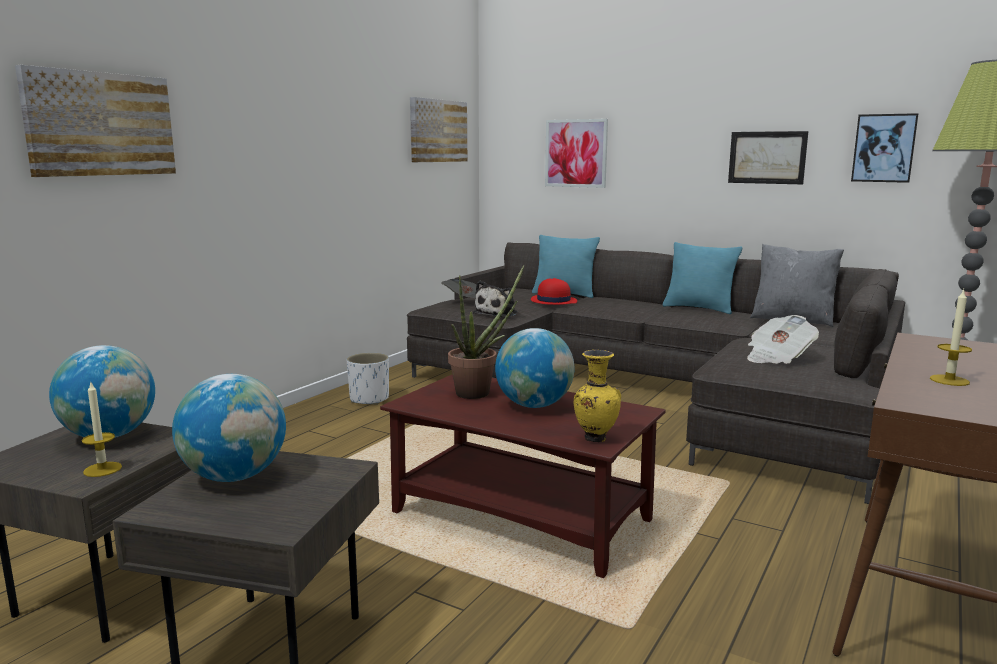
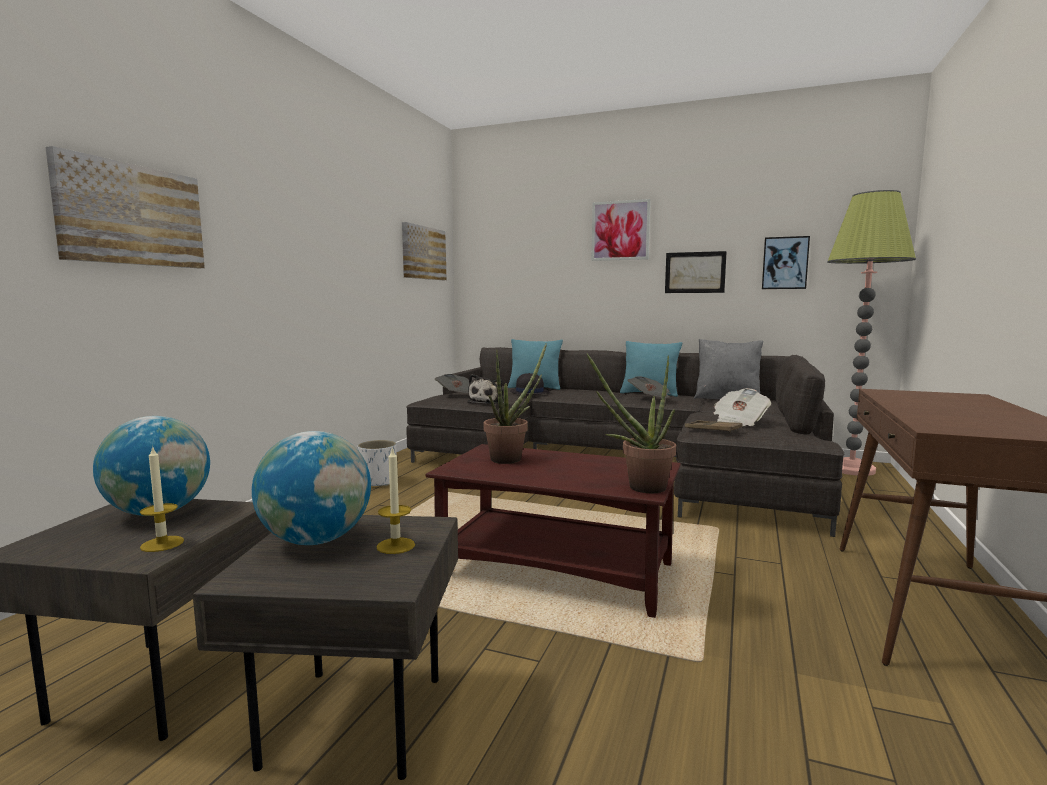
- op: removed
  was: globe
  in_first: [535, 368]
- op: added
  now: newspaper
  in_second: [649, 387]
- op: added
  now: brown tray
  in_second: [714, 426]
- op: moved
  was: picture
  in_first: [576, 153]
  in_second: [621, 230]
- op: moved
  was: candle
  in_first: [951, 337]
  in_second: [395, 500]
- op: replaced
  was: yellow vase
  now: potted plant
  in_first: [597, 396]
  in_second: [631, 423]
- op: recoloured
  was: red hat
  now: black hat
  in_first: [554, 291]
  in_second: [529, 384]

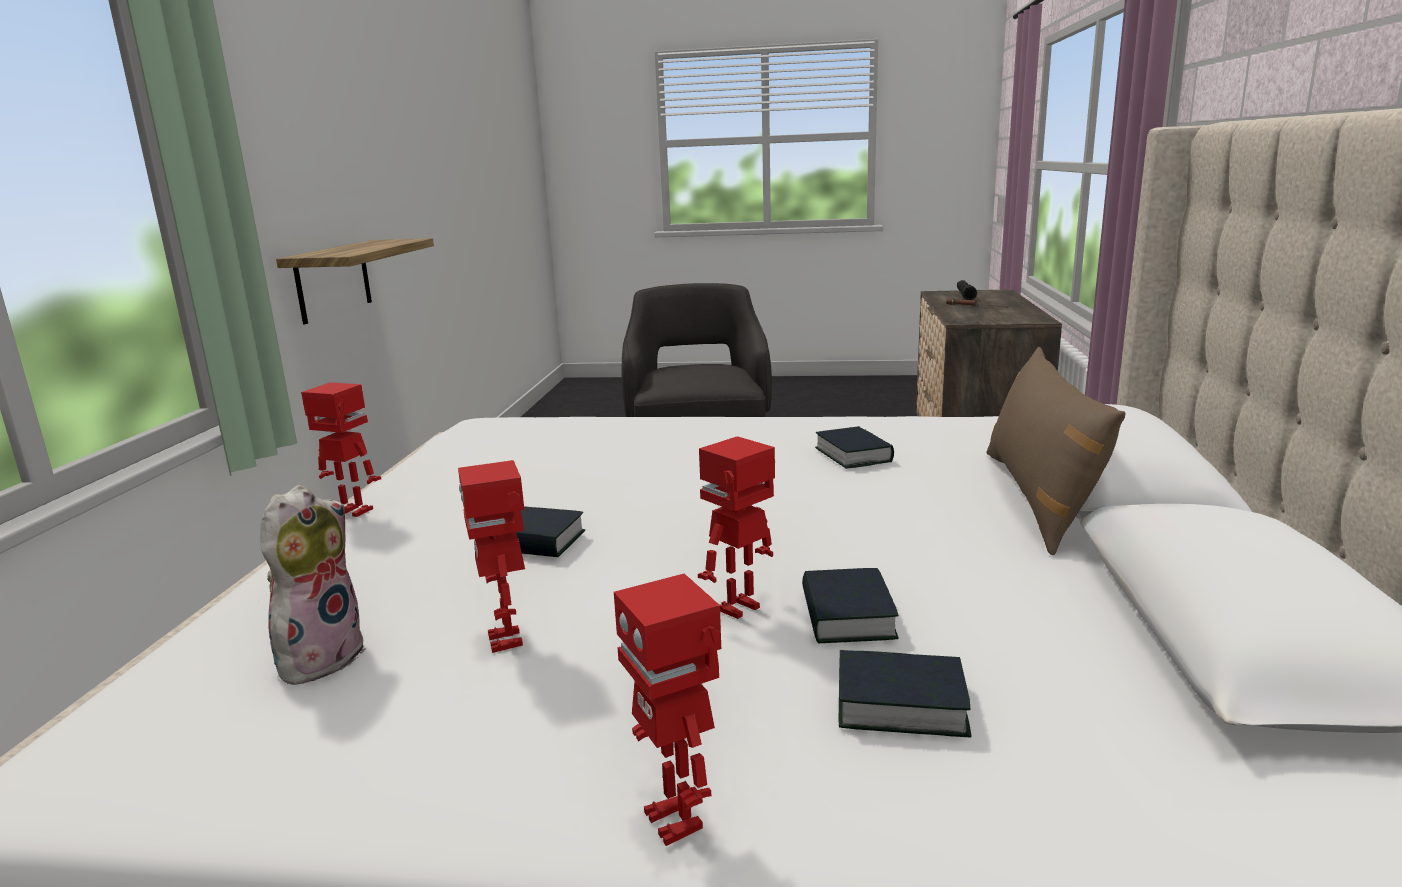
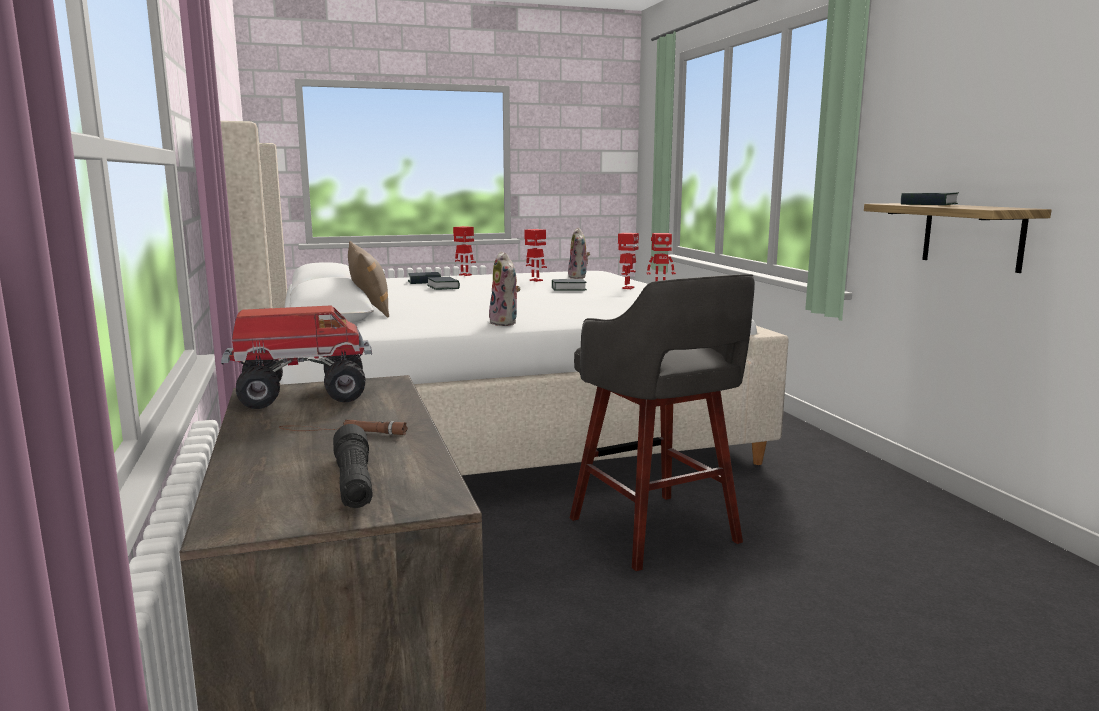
- op: added
  now: toy truck
  in_second: [297, 357]
- op: added
  now: plush toy
  in_second: [504, 288]
- op: moved
  was: toy robot
  in_first: [736, 527]
  in_second: [628, 261]
- op: moved
  was: book
  in_first: [854, 447]
  in_second: [930, 198]

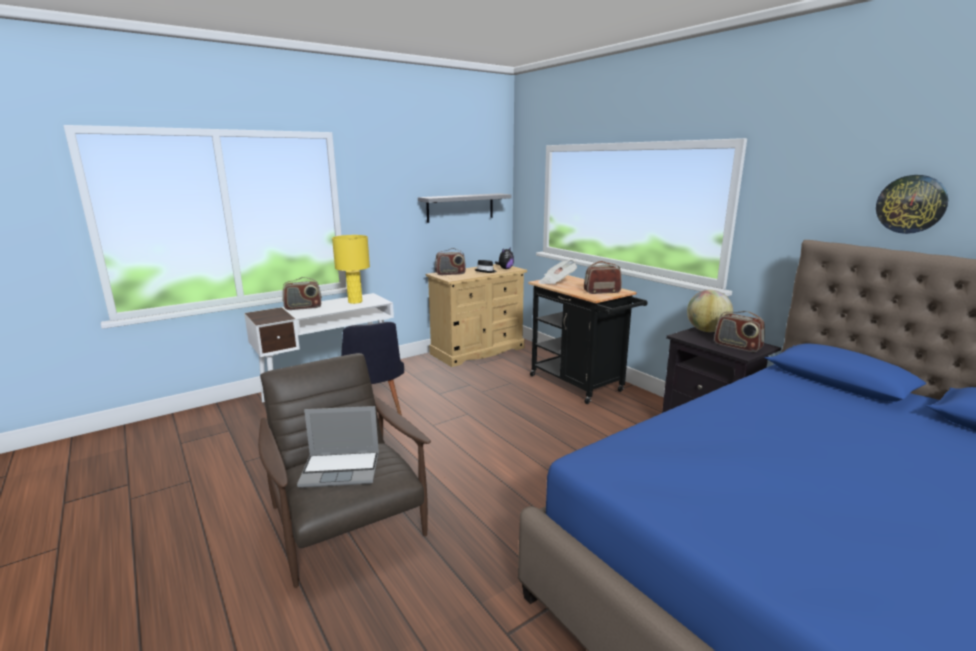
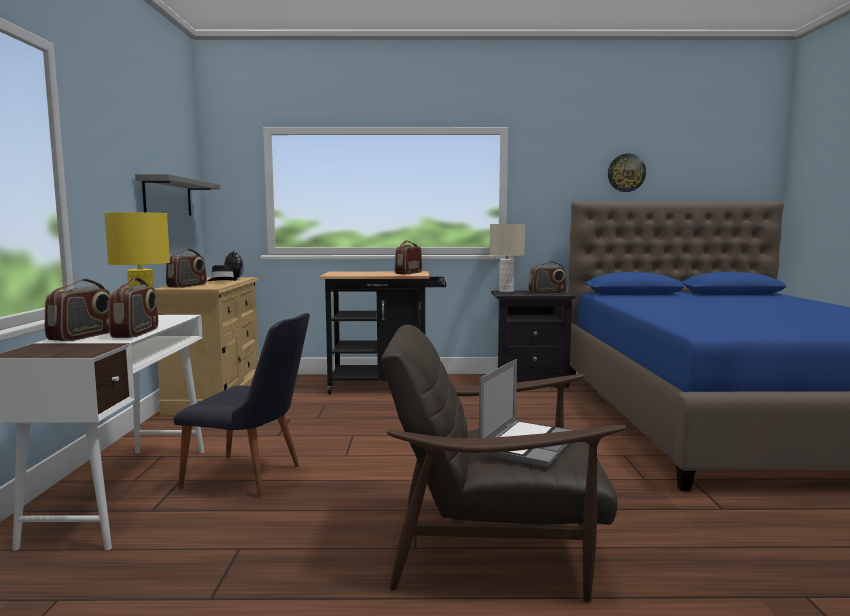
- op: removed
  was: newspaper
  in_first: [557, 272]
- op: added
  now: radio
  in_second: [133, 307]
- op: replaced
  was: globe
  now: beige table lamp
  in_first: [710, 311]
  in_second: [507, 258]

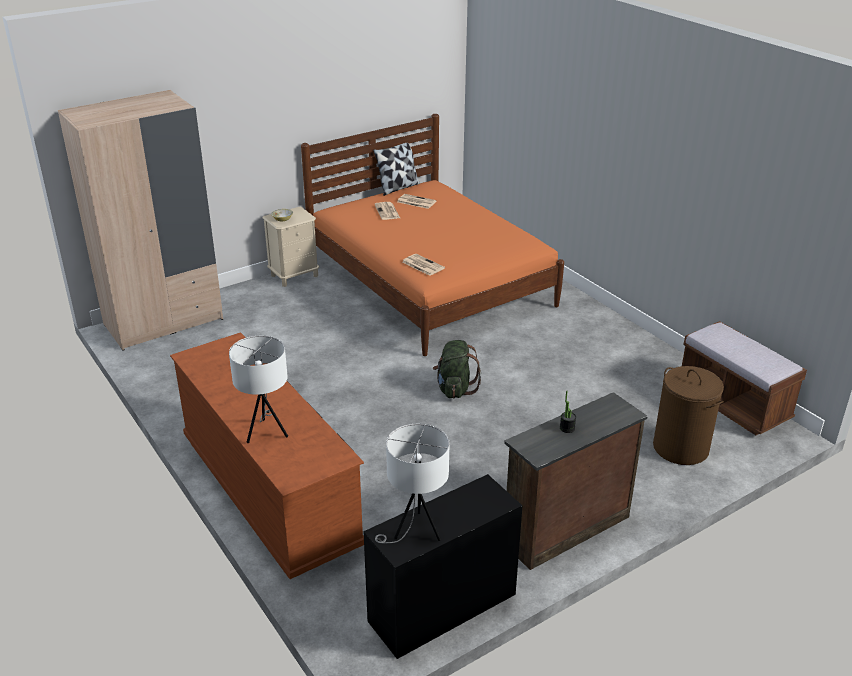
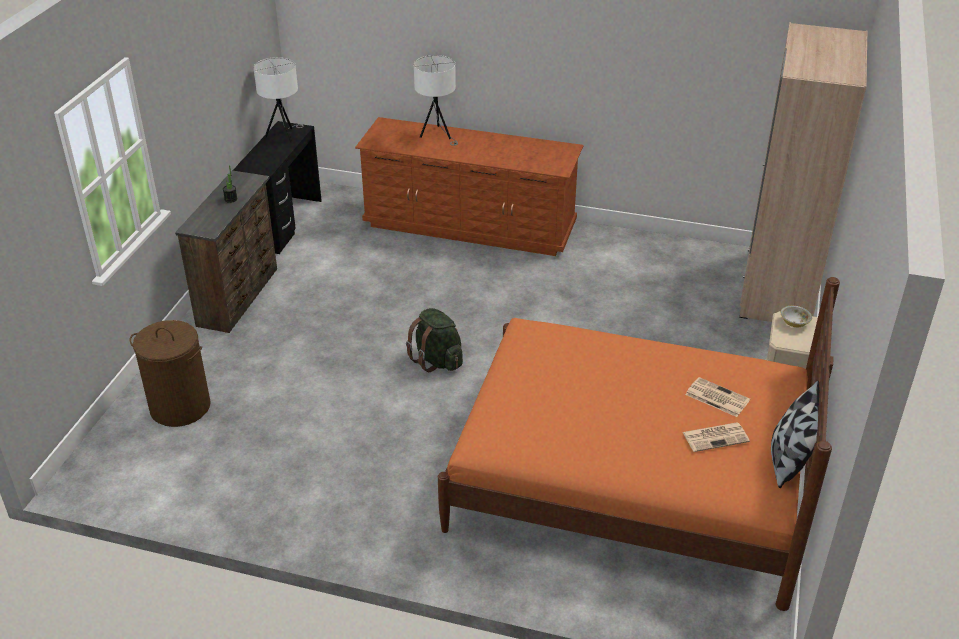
- op: removed
  was: newspaper
  in_first: [423, 265]
- op: removed
  was: brown bench
  in_first: [744, 378]

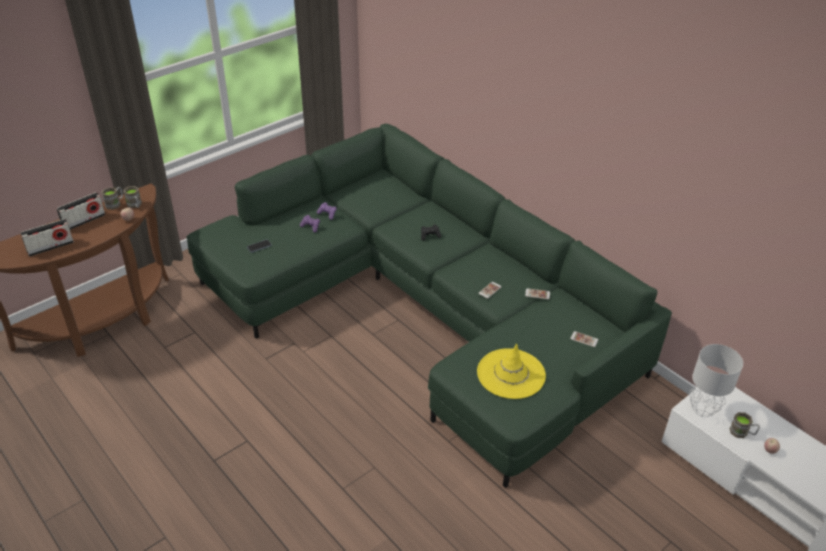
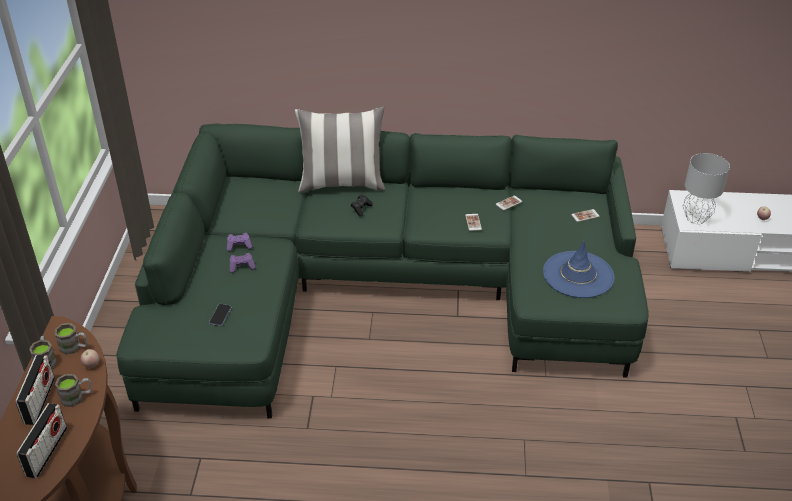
- op: added
  now: pillow
  in_second: [340, 149]
- op: moved
  was: brown mug
  in_first: [744, 425]
  in_second: [73, 390]
- op: recoloured
  was: yellow hat
  now: blue hat
  in_first: [511, 371]
  in_second: [578, 269]

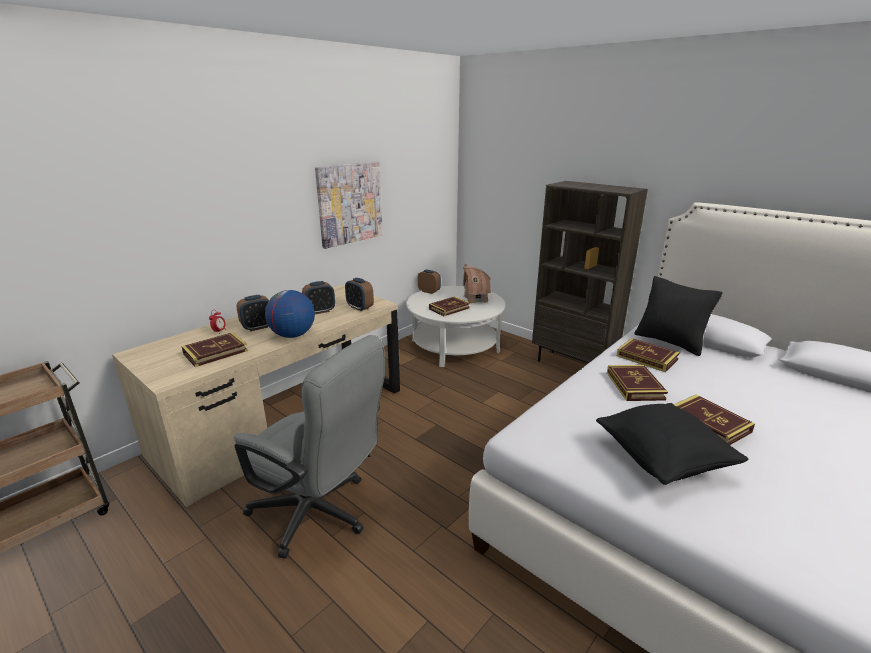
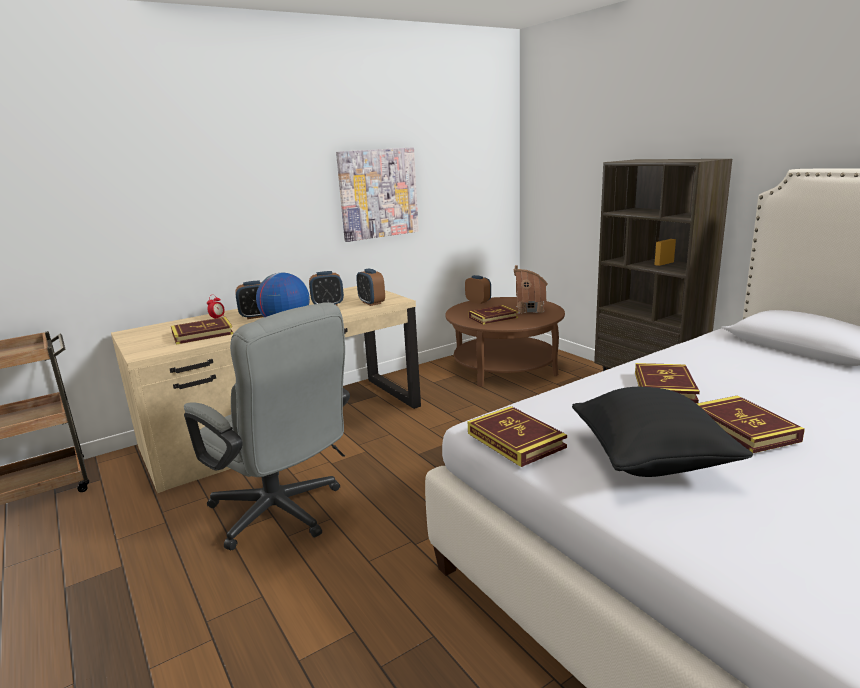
- op: removed
  was: black pillow
  in_first: [679, 316]
- op: moved
  was: book
  in_first: [648, 355]
  in_second: [517, 436]
- op: recoloured
  was: white coffee table
  now: brown coffee table
  in_first: [455, 326]
  in_second: [505, 342]

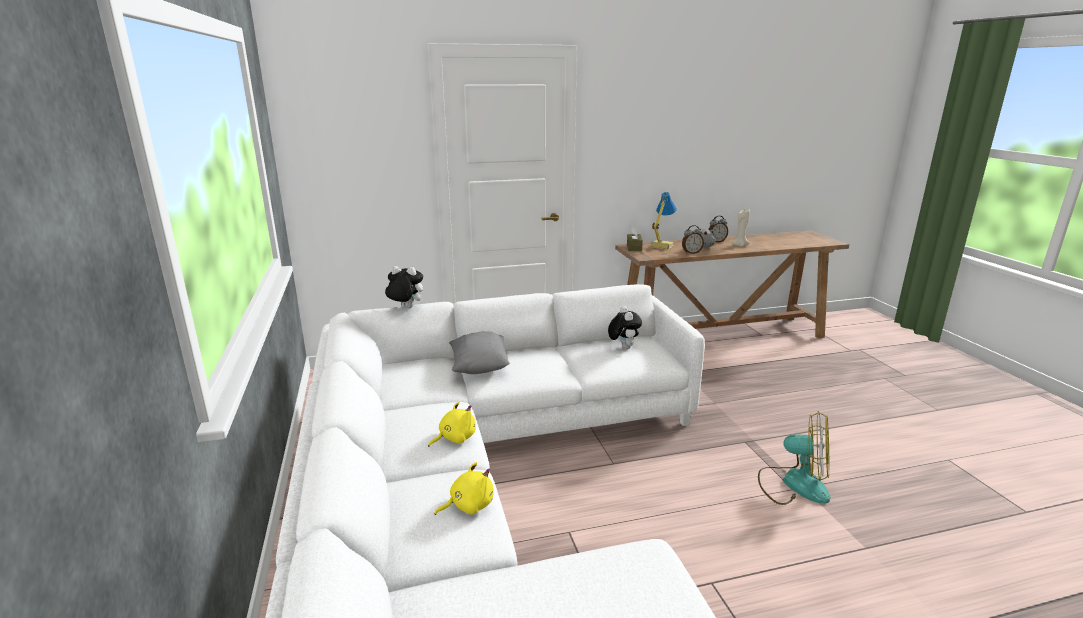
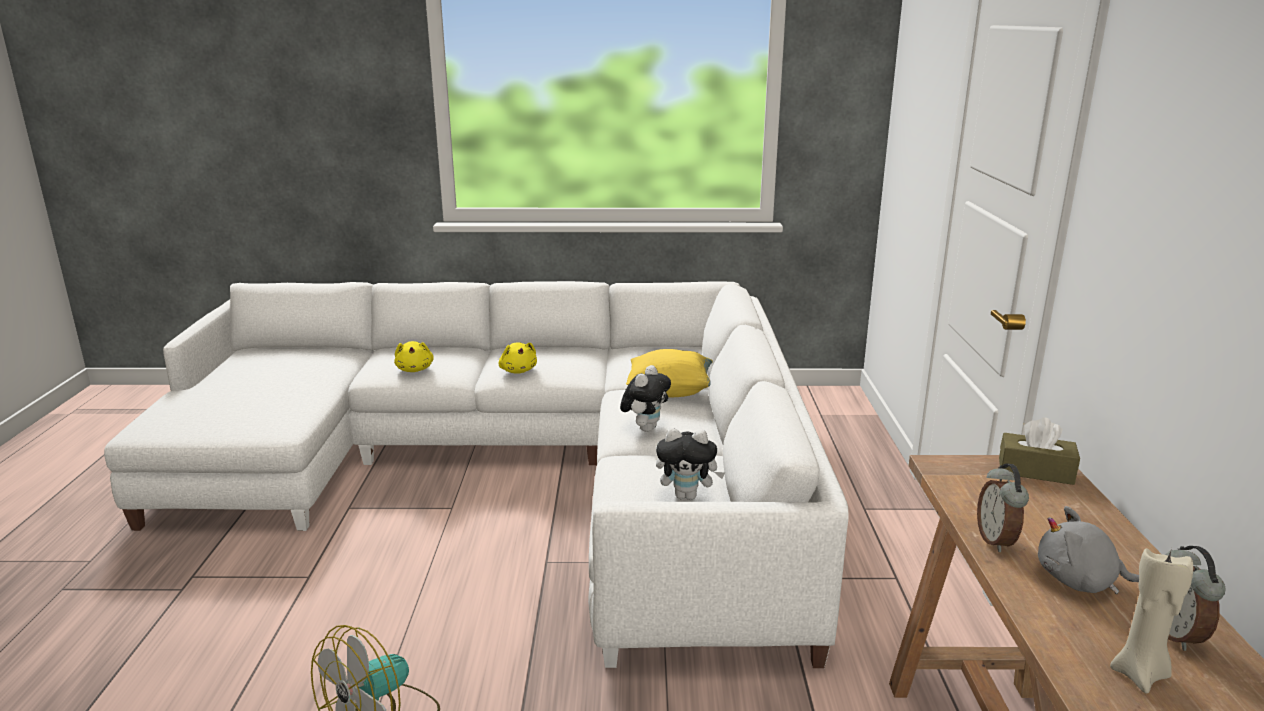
- op: removed
  was: table lamp
  in_first: [664, 221]
- op: moved
  was: plush toy
  in_first: [404, 287]
  in_second: [645, 398]
- op: recoloured
  was: grey pillow
  now: yellow pillow
  in_first: [479, 353]
  in_second: [669, 373]

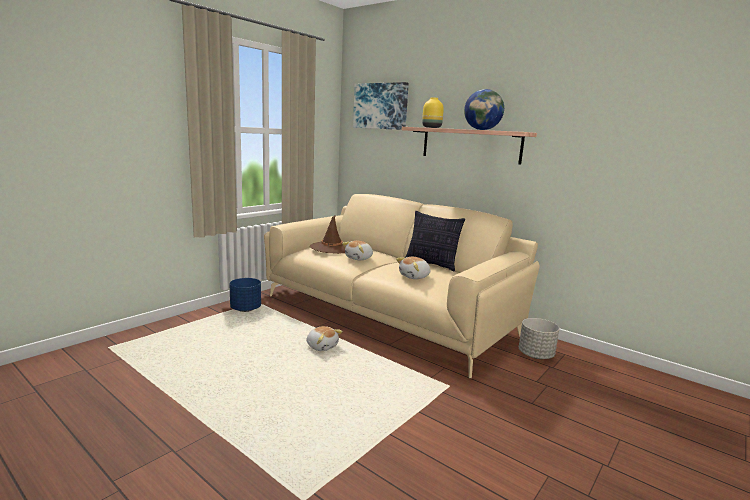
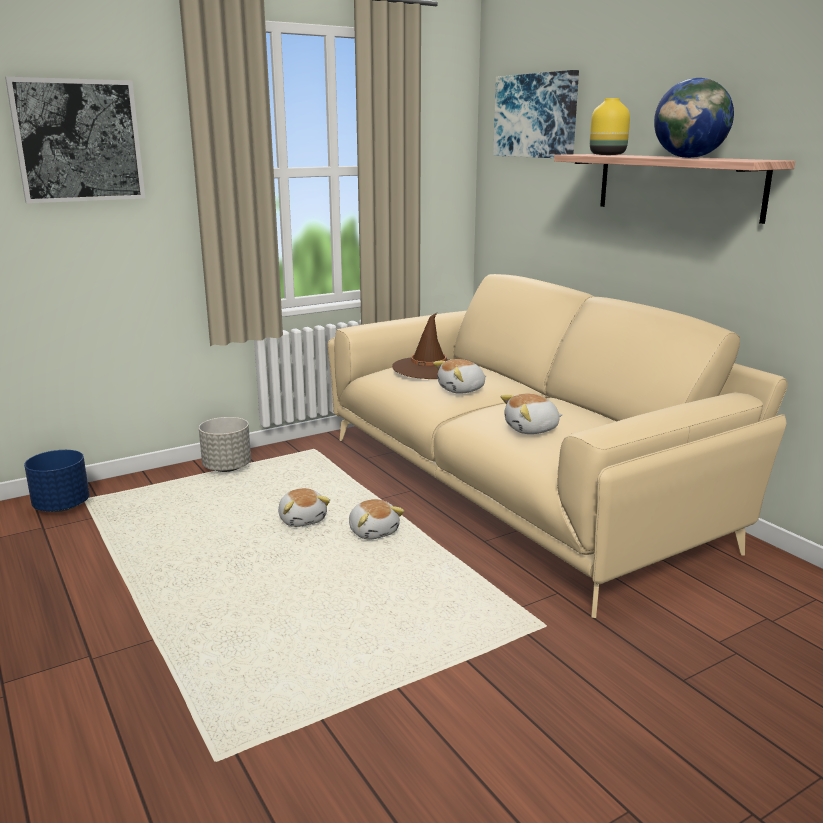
- op: removed
  was: pillow
  in_first: [435, 241]
- op: added
  now: picture
  in_second: [75, 140]
- op: added
  now: plush toy
  in_second: [304, 507]
- op: moved
  was: blue planter
  in_first: [245, 295]
  in_second: [57, 481]
- op: moved
  was: grey planter
  in_first: [539, 338]
  in_second: [225, 444]

